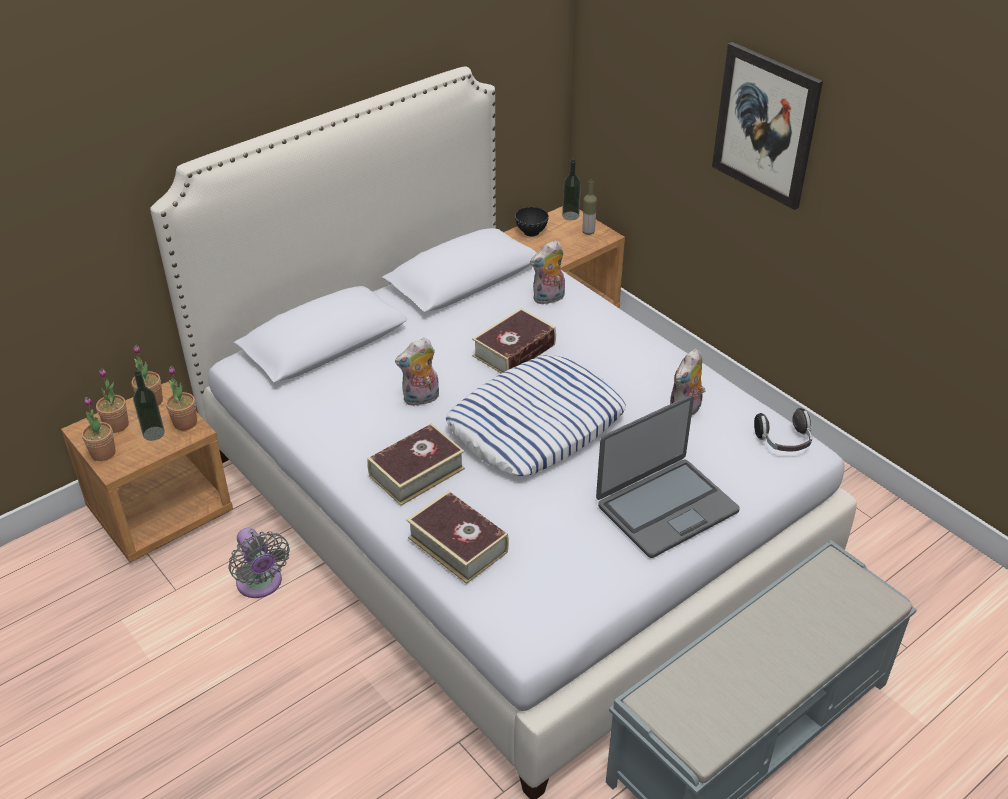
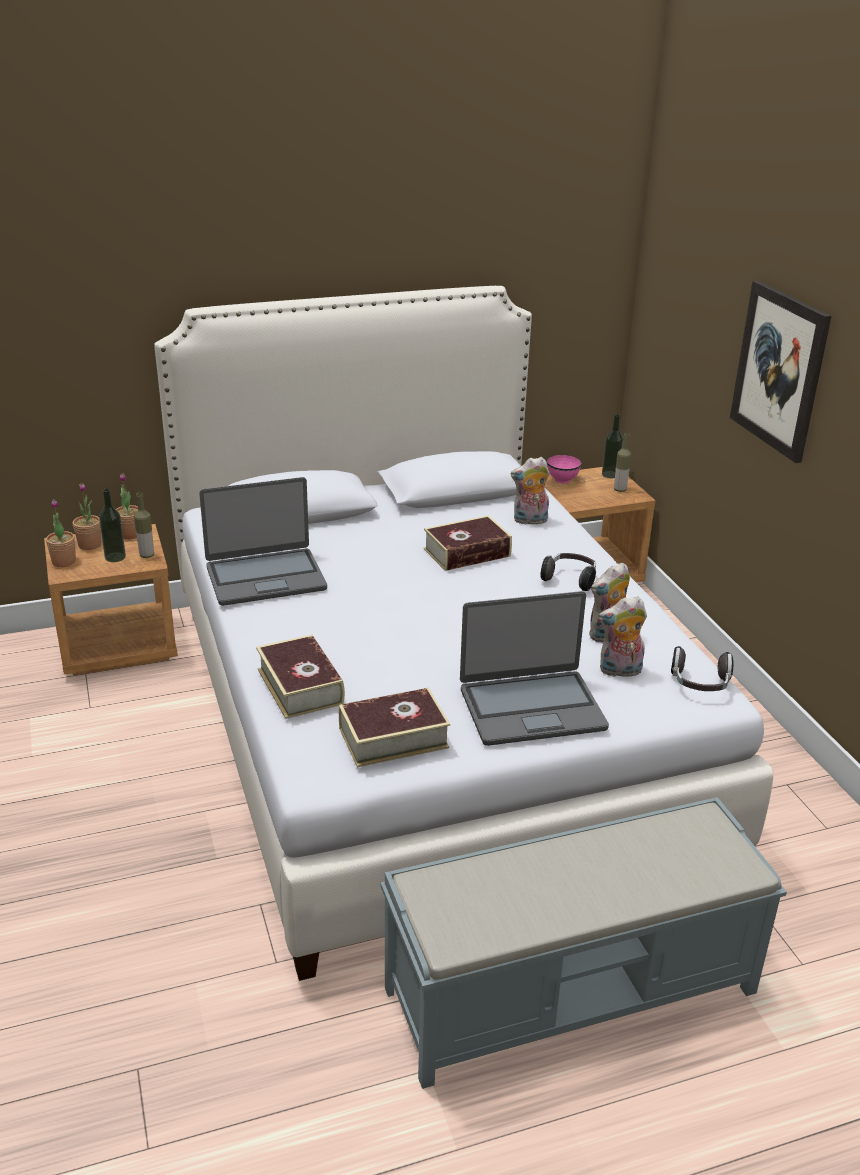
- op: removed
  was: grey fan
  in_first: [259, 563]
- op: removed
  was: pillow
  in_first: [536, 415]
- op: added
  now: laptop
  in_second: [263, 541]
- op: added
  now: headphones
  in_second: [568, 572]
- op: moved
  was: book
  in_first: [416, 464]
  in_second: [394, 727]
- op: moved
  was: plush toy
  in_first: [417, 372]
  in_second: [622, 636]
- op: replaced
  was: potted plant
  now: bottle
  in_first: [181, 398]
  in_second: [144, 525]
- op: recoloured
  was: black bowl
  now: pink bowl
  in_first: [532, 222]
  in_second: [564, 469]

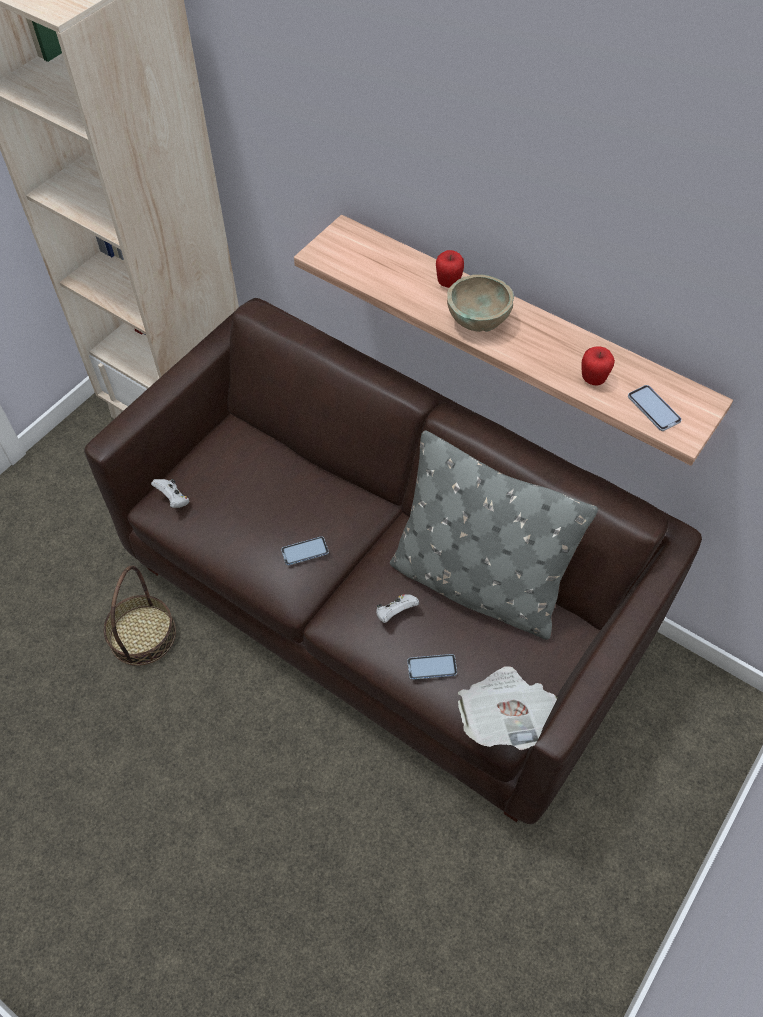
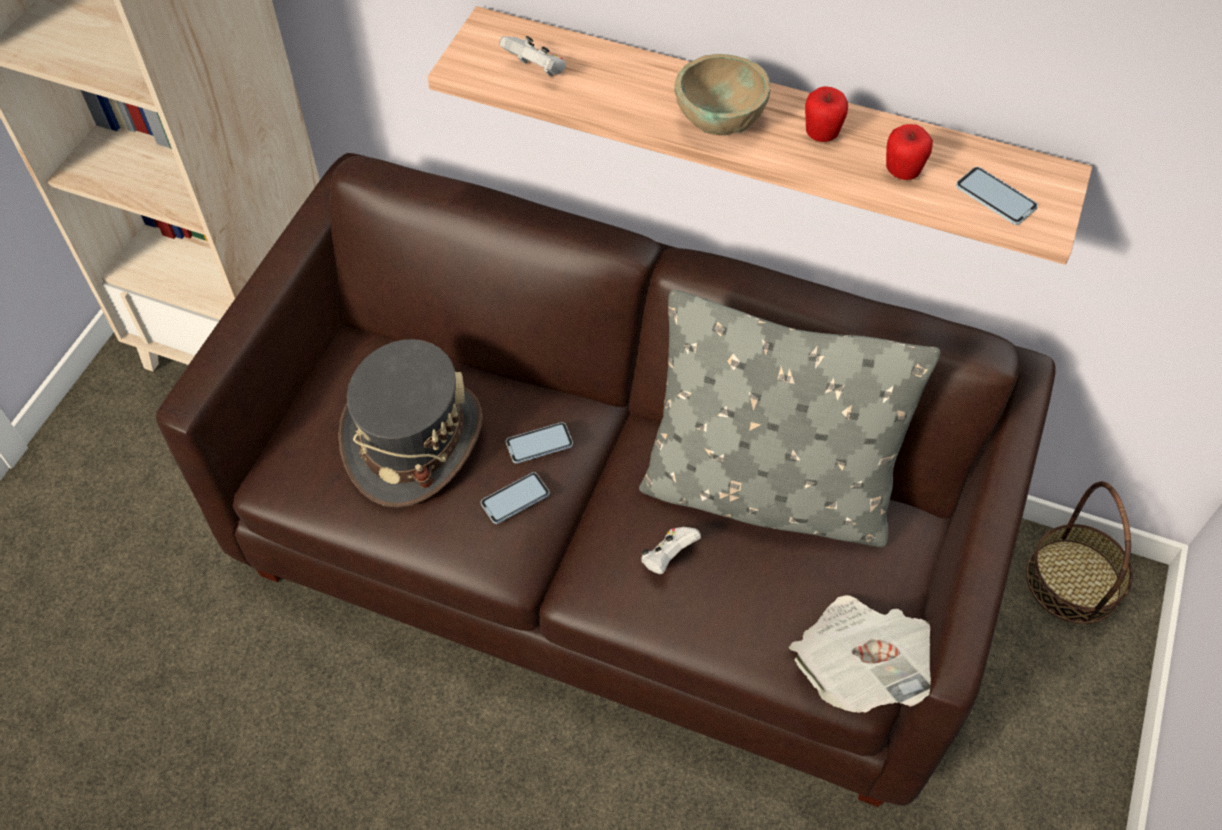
- op: added
  now: grey hat
  in_second: [410, 423]
- op: moved
  was: basket
  in_first: [140, 615]
  in_second: [1079, 552]
- op: moved
  was: white game controller
  in_first: [170, 493]
  in_second: [532, 56]
- op: moved
  was: phone
  in_first: [432, 667]
  in_second: [539, 443]
- op: moved
  was: apple
  in_first: [450, 269]
  in_second: [826, 114]

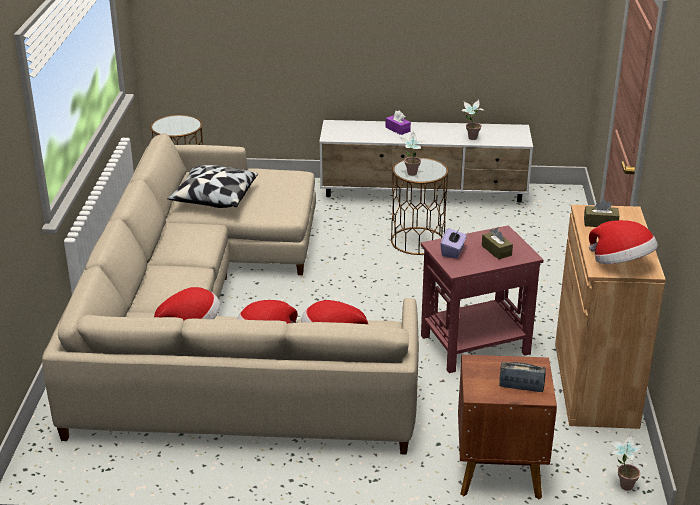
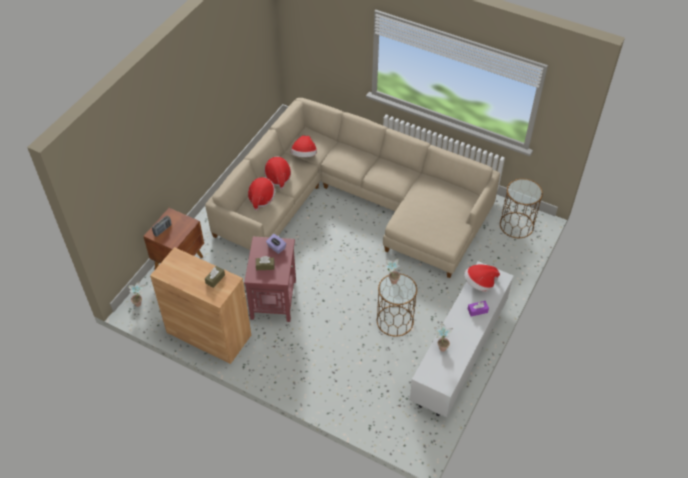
- op: removed
  was: pillow
  in_first: [213, 186]
- op: moved
  was: hat
  in_first: [623, 242]
  in_second: [482, 277]

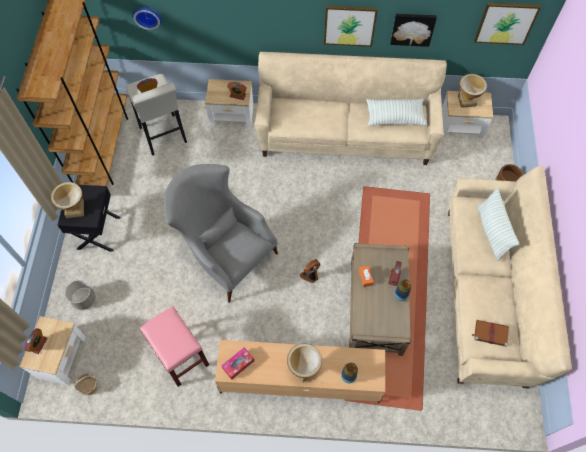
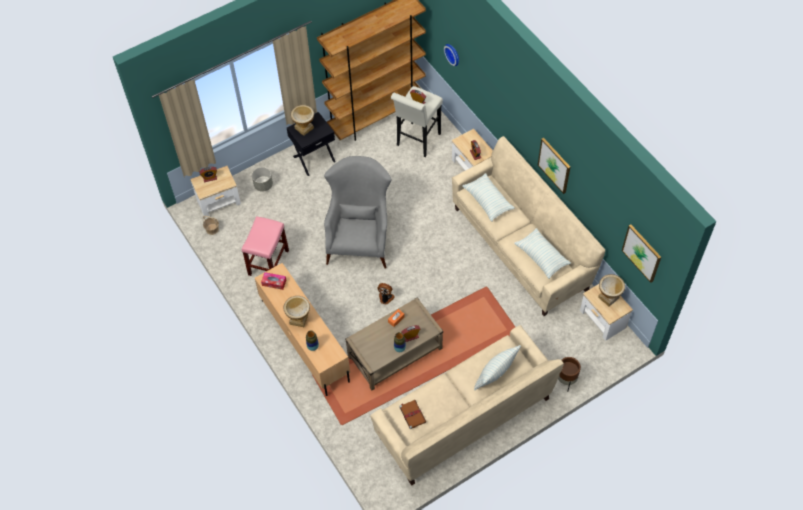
- op: removed
  was: picture
  in_first: [413, 30]
- op: added
  now: pillow
  in_second: [489, 197]

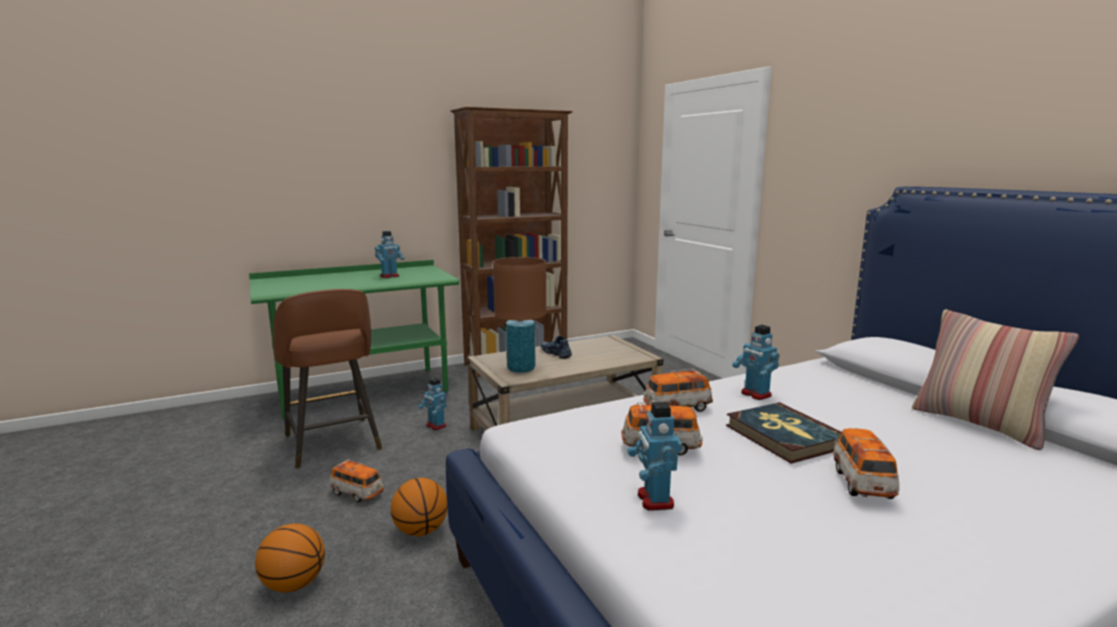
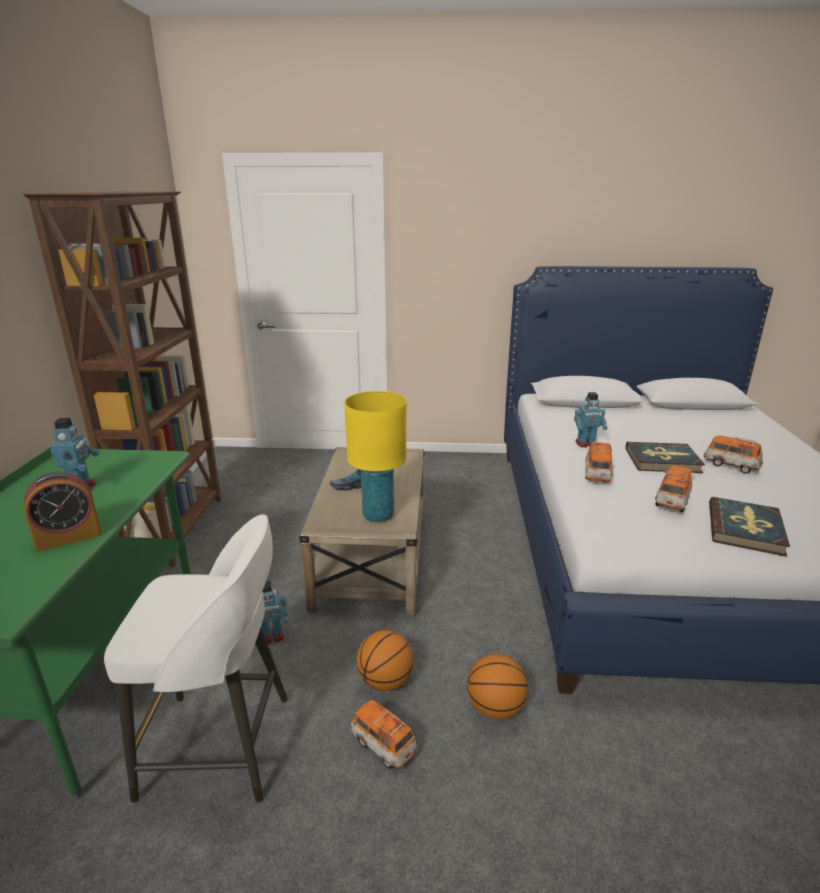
- op: removed
  was: pillow
  in_first: [995, 380]
- op: added
  now: alarm clock
  in_second: [63, 512]
- op: moved
  was: basketball
  in_first: [290, 557]
  in_second: [385, 660]
- op: replaced
  was: toy robot
  now: book
  in_first: [654, 456]
  in_second: [749, 527]
- op: recoloured
  was: brown stool
  now: white stool
  in_first: [327, 379]
  in_second: [196, 658]
- op: recoloured
  was: brown table lamp
  now: yellow table lamp
  in_first: [519, 315]
  in_second: [375, 456]
- op: turned
  was: toy car
  in_first: [356, 481]
  in_second: [384, 734]
  clockwise: -105

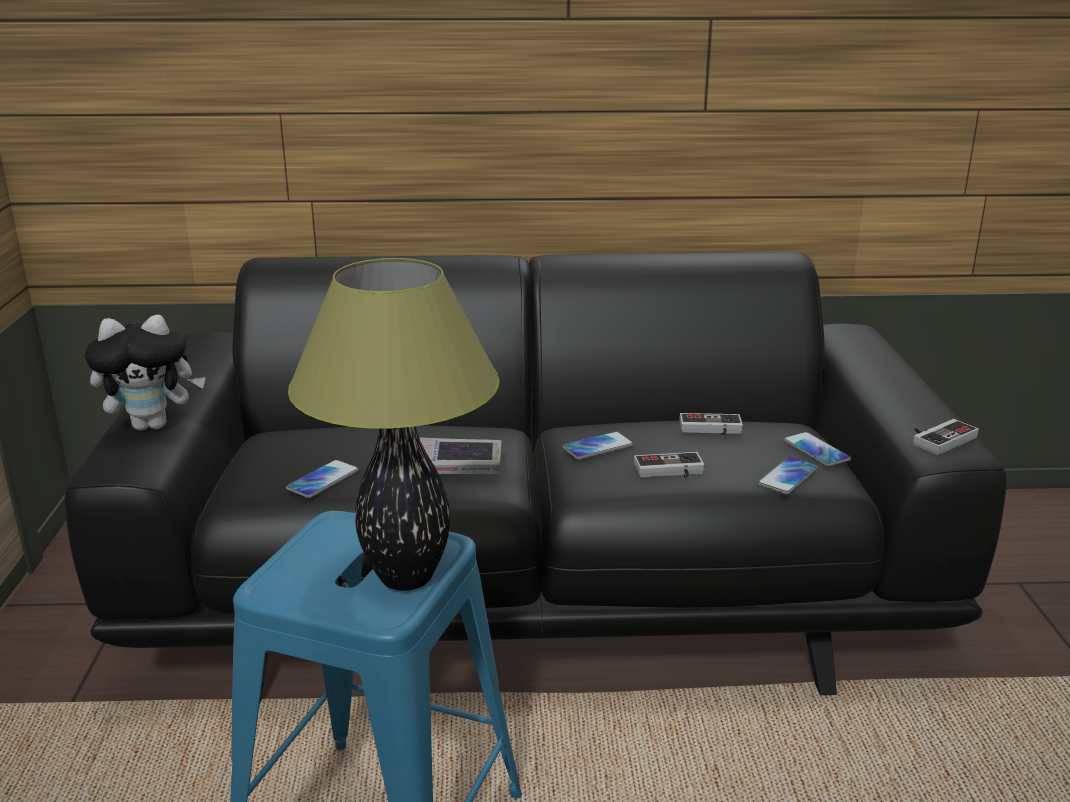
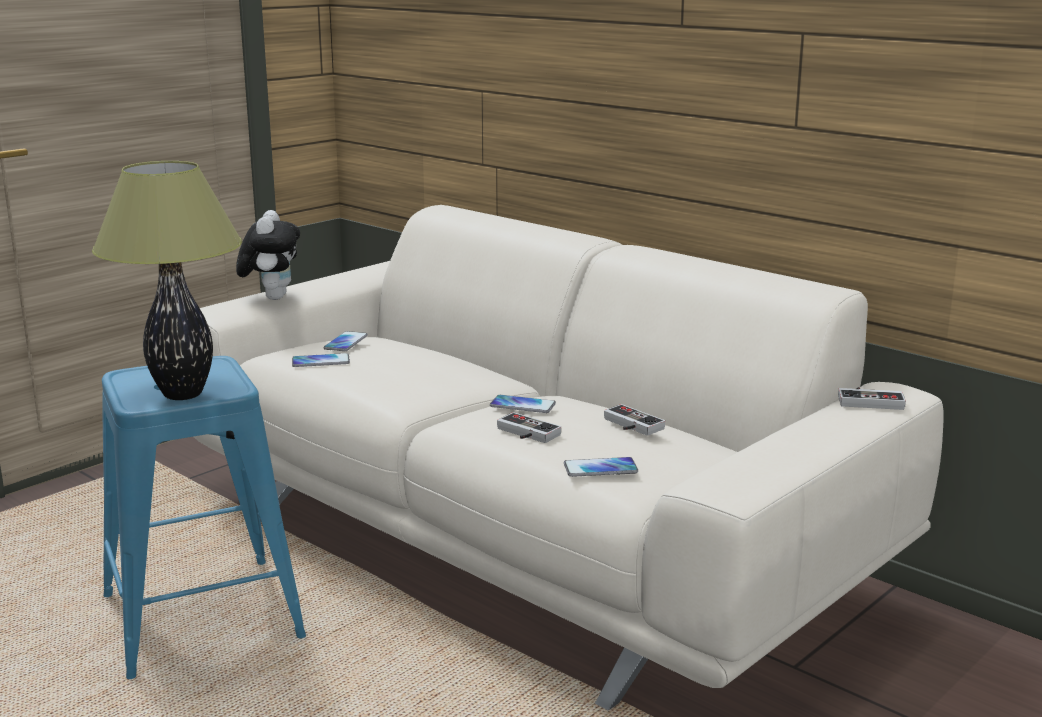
- op: removed
  was: book
  in_first: [460, 455]
- op: moved
  was: phone
  in_first: [817, 449]
  in_second: [346, 341]
- op: moved
  was: game controller
  in_first: [946, 437]
  in_second: [872, 398]
- op: recoloured
  was: black sofa
  now: beige sofa
  in_first: [536, 478]
  in_second: [569, 458]
- op: turned
  was: plush toy
  in_first: [145, 373]
  in_second: [268, 255]
  clockwise: -120

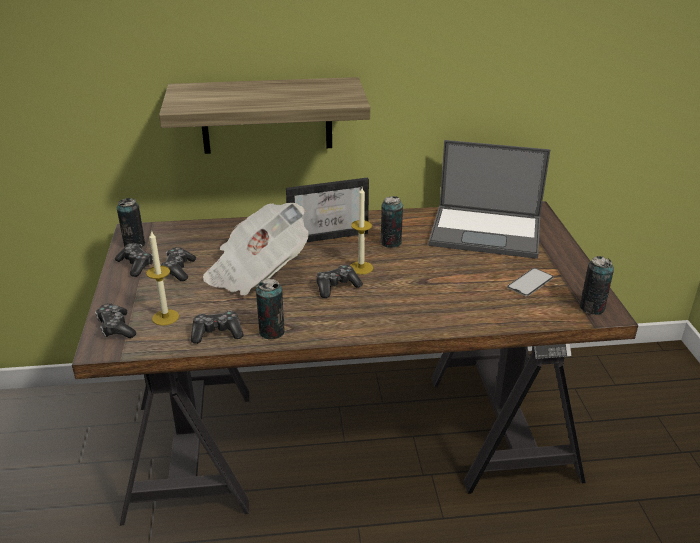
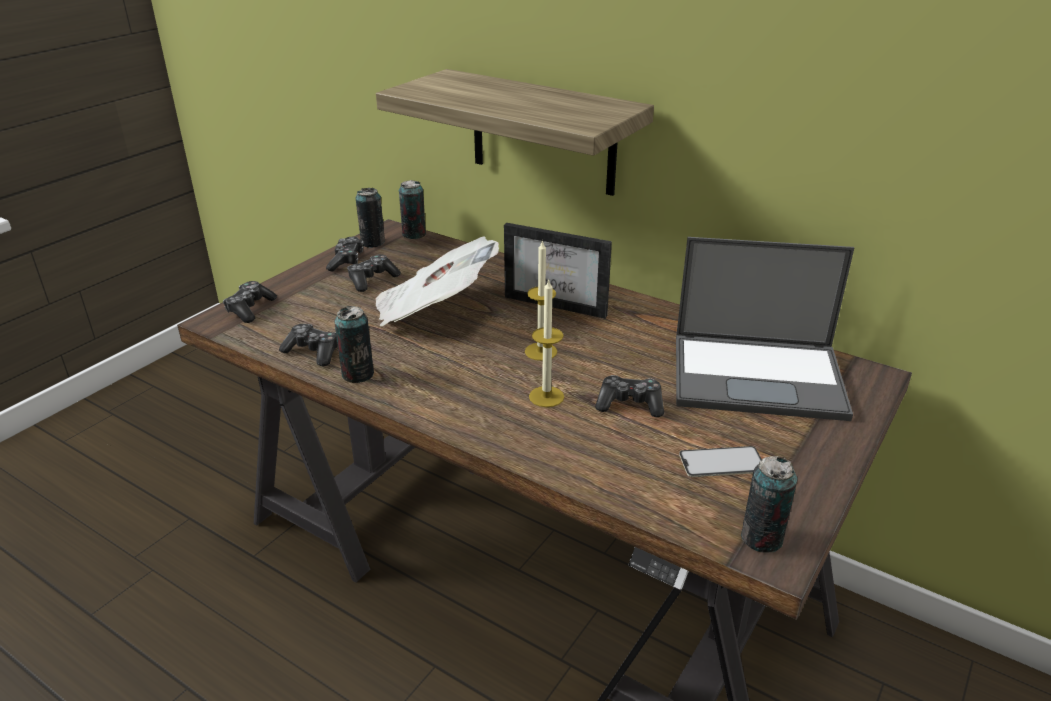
- op: moved
  was: candle
  in_first: [162, 278]
  in_second: [546, 342]
- op: moved
  was: game controller
  in_first: [340, 281]
  in_second: [629, 396]
- op: moved
  was: can
  in_first: [391, 222]
  in_second: [412, 209]
- op: turned
  was: laptop
  in_first: [489, 199]
  in_second: [765, 329]
  clockwise: -45

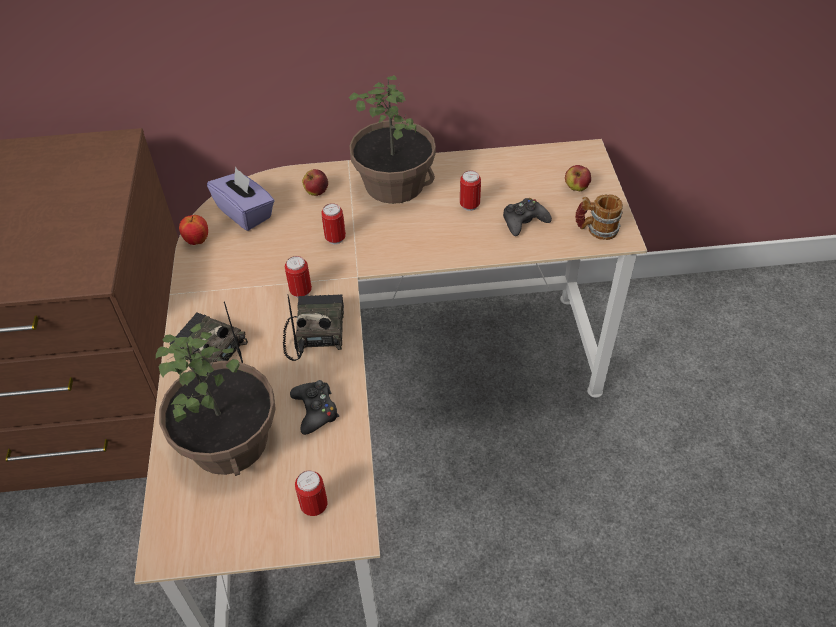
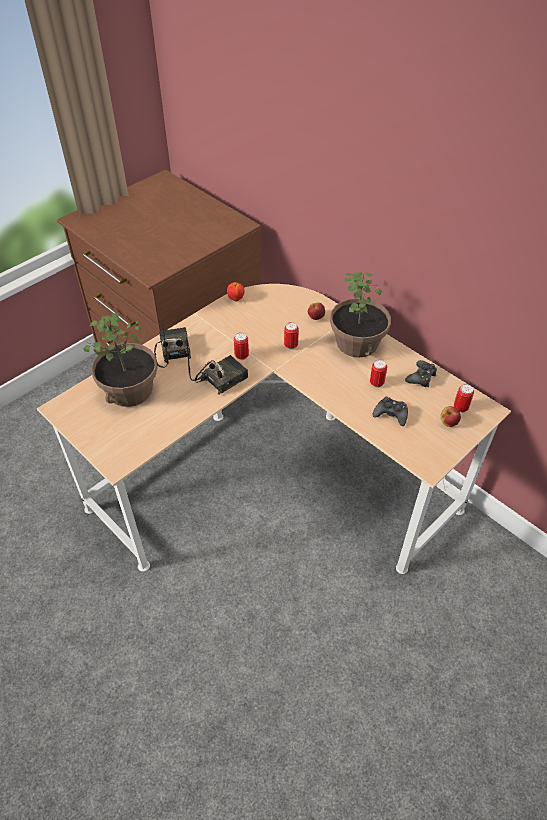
- op: removed
  was: purple tissue box
  in_first: [241, 199]
- op: removed
  was: mug
  in_first: [599, 217]
- op: moved
  was: black game controller
  in_first: [314, 407]
  in_second: [421, 373]
- op: moved
  was: can
  in_first: [311, 493]
  in_second: [464, 398]

